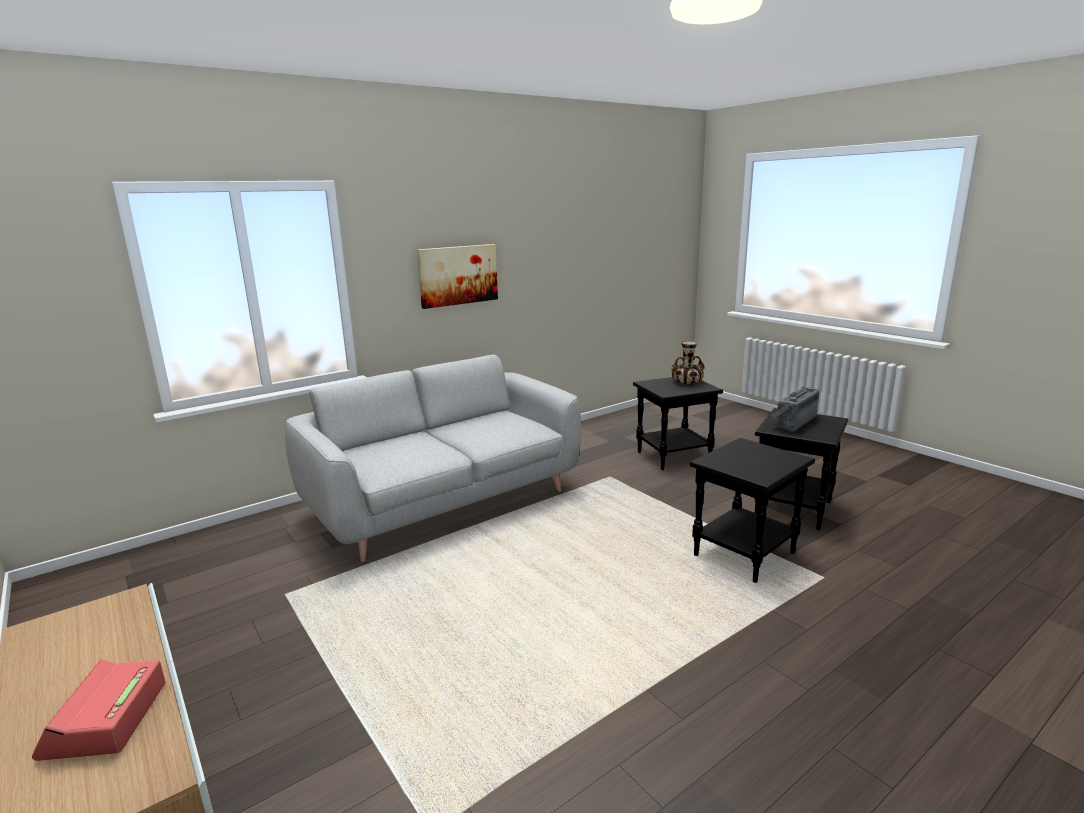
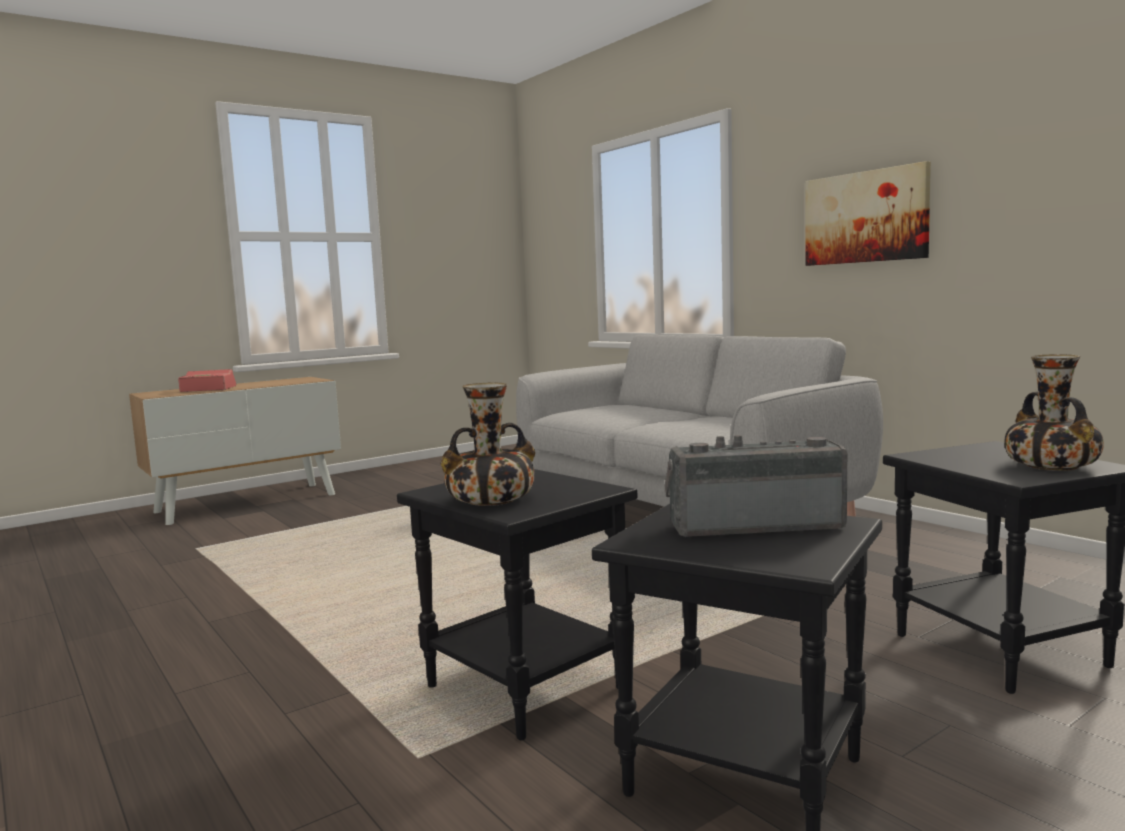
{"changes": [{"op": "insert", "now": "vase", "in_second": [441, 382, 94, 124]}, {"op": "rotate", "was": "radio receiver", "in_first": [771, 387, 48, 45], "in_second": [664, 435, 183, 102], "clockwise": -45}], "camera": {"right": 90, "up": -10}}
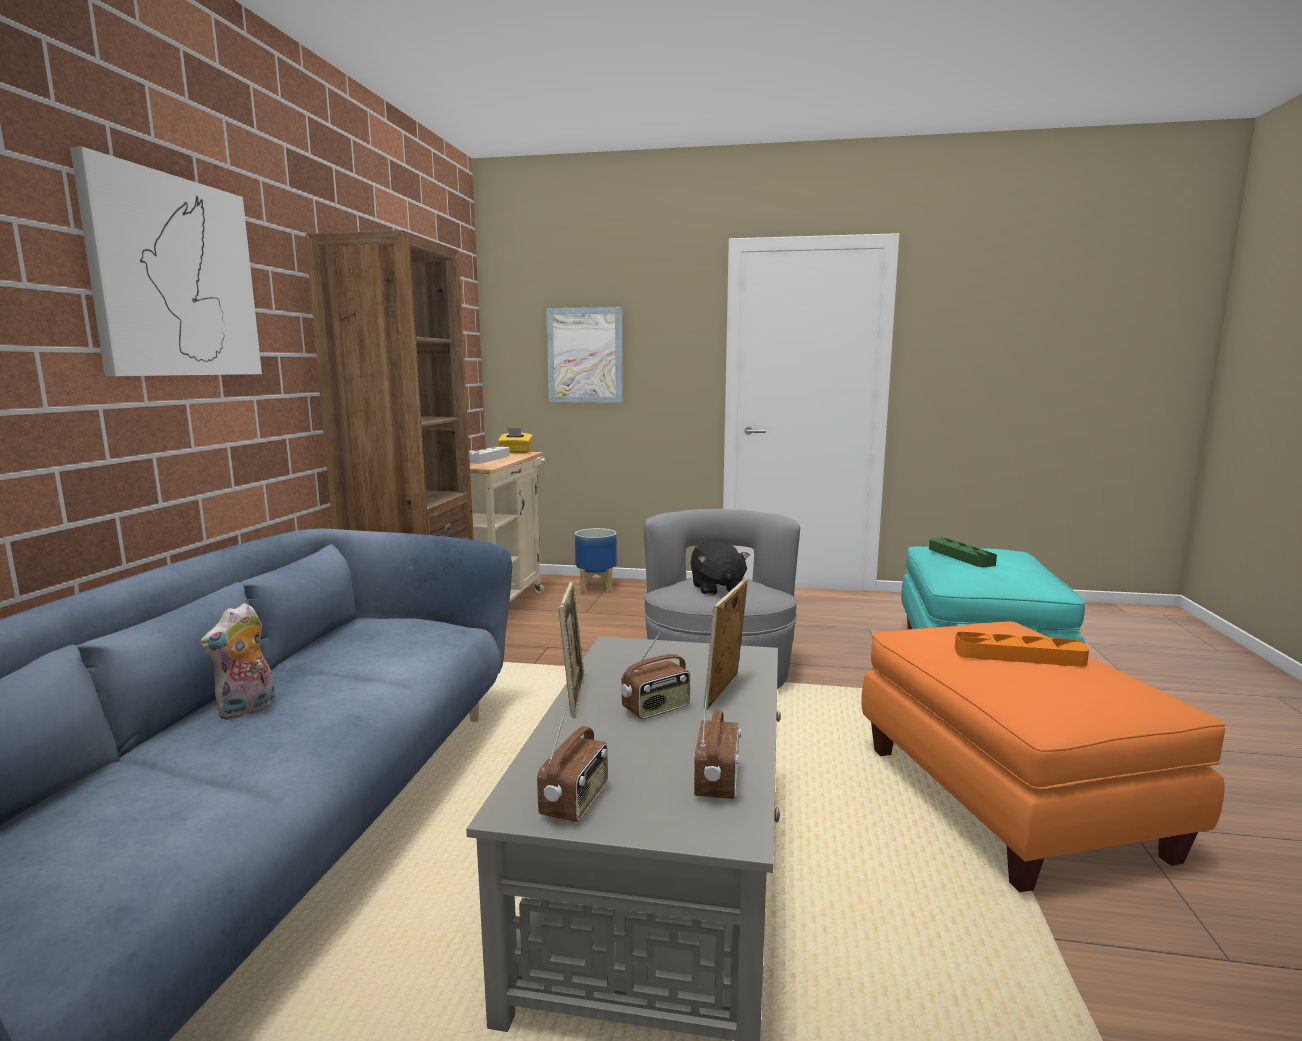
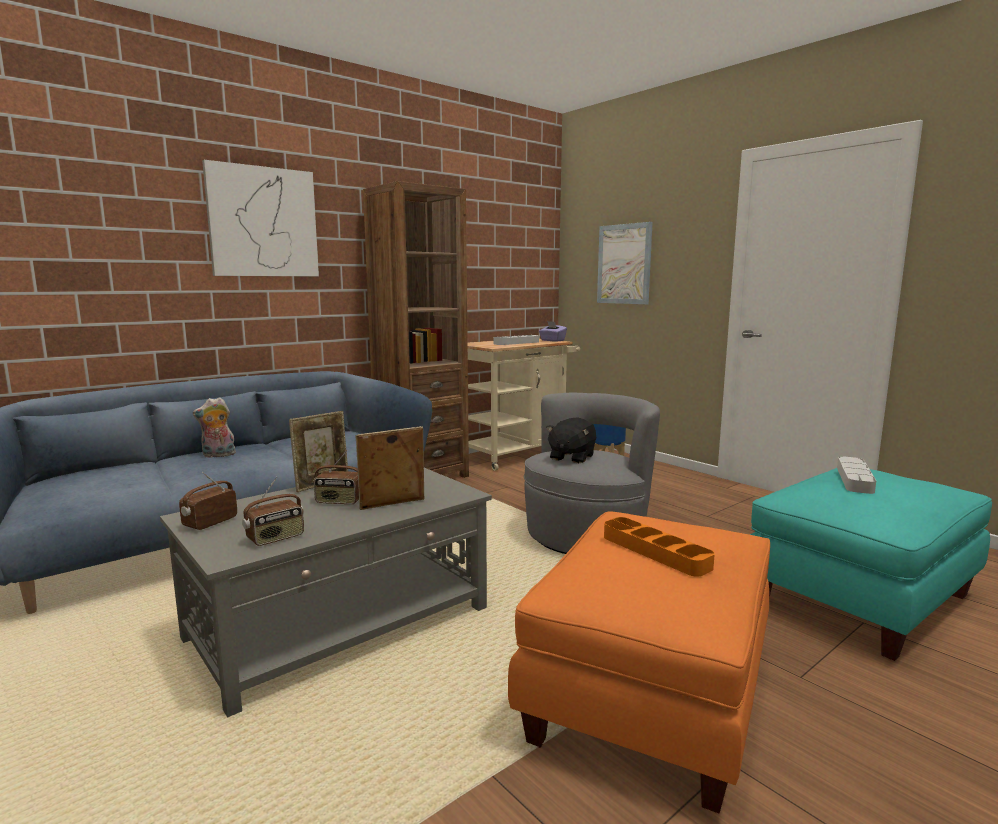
{"changes": [{"op": "recolor", "was": "yellow-coloured tissue box", "now": "purple tissue box", "in_first": [498, 428, 35, 25], "in_second": [539, 321, 28, 21]}, {"op": "recolor", "was": "greenish carrying tray", "now": "greyish carrying tray", "in_first": [929, 538, 68, 29], "in_second": [837, 456, 39, 38]}, {"op": "rotate", "was": "radio receiver", "in_first": [537, 706, 71, 116], "in_second": [179, 472, 58, 58], "clockwise": 150}], "camera": {"right": 40, "up": 0}}
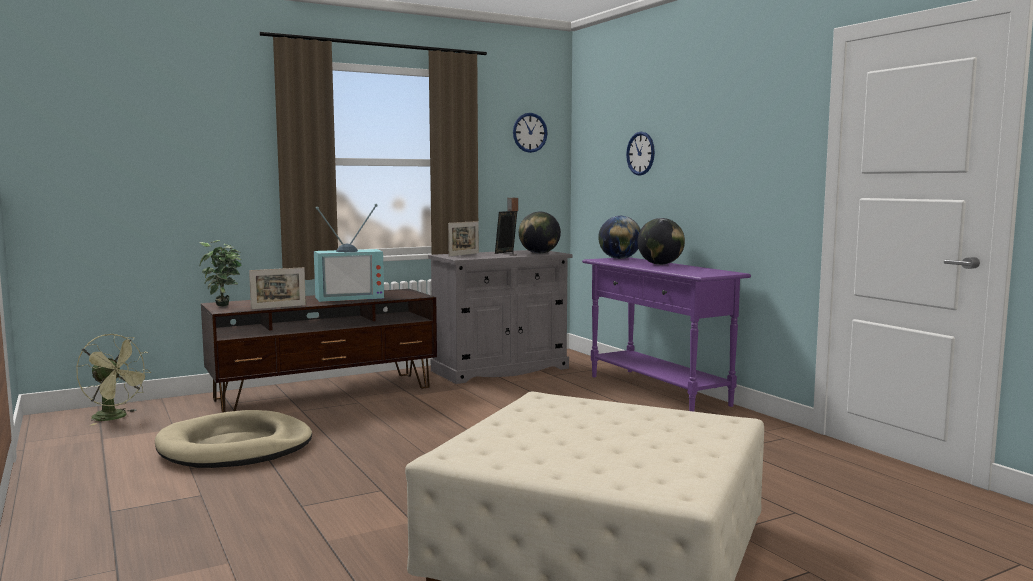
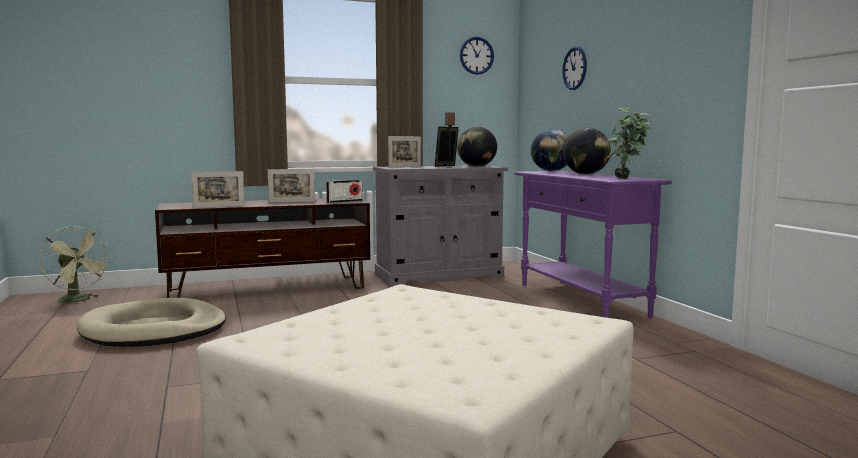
{"changes": [{"op": "insert", "now": "radio receiver", "in_second": [326, 180, 37, 23]}, {"op": "move", "was": "houseplant", "in_first": [199, 240, 43, 66], "in_second": [607, 108, 43, 71]}, {"op": "replace", "was": "TV set", "now": "photo frame", "in_first": [314, 204, 70, 98], "in_second": [268, 169, 47, 33]}], "camera": {"right": 10, "up": 0}}
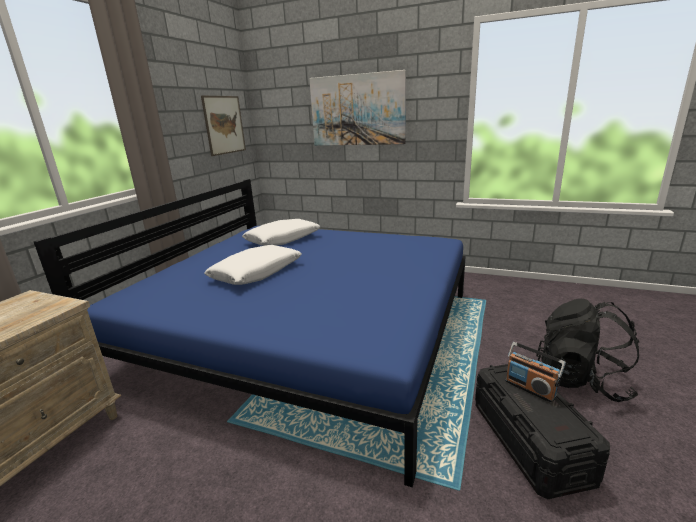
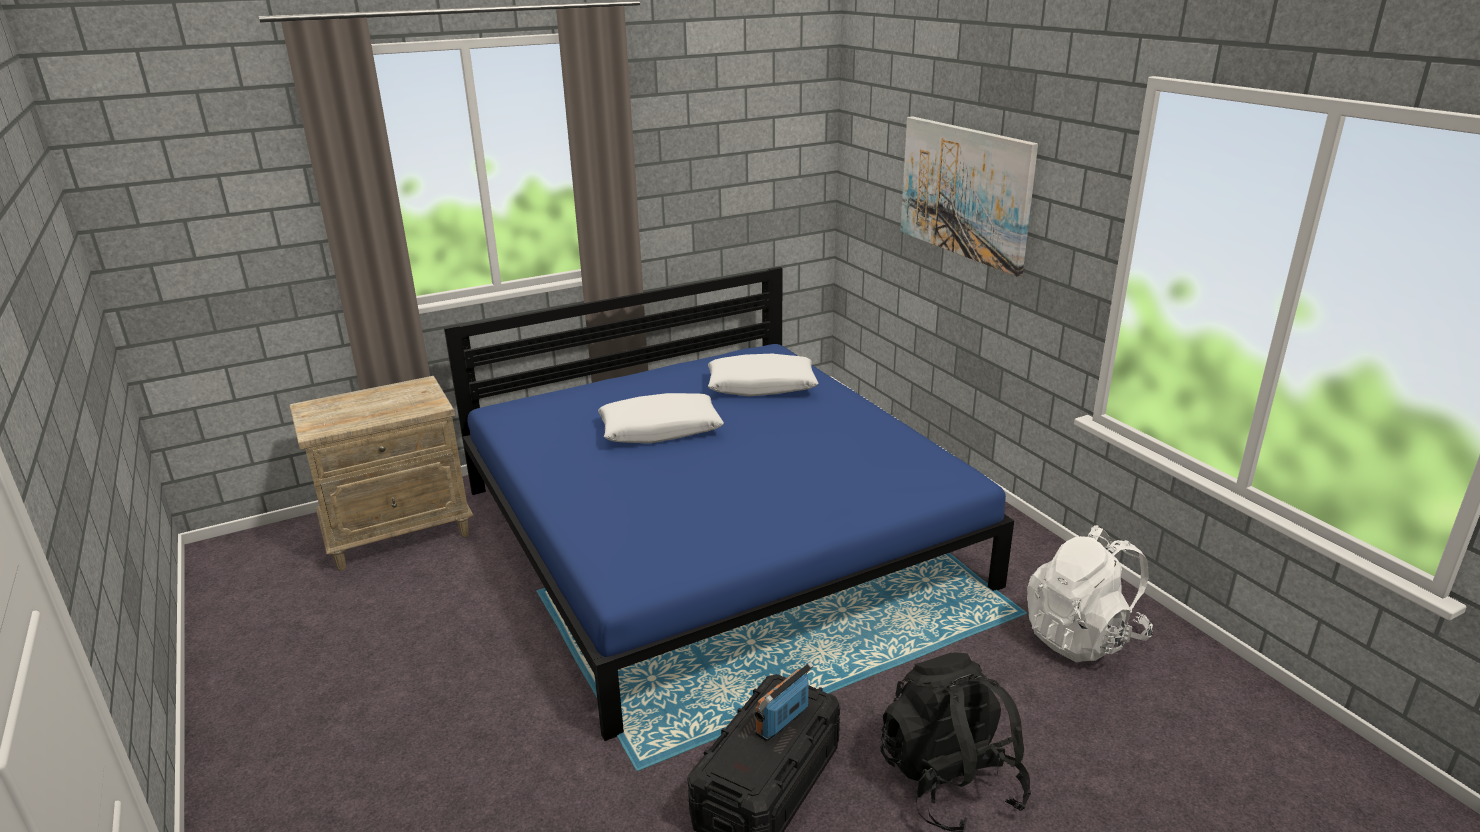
{"changes": [{"op": "delete", "was": "wall art", "in_first": [201, 95, 45, 61]}, {"op": "insert", "now": "white-coloured knapsack", "in_second": [1027, 525, 126, 137]}, {"op": "rotate", "was": "radio receiver", "in_first": [505, 342, 61, 61], "in_second": [755, 662, 59, 80], "clockwise": 45}], "camera": {"right": 40, "up": 5}}
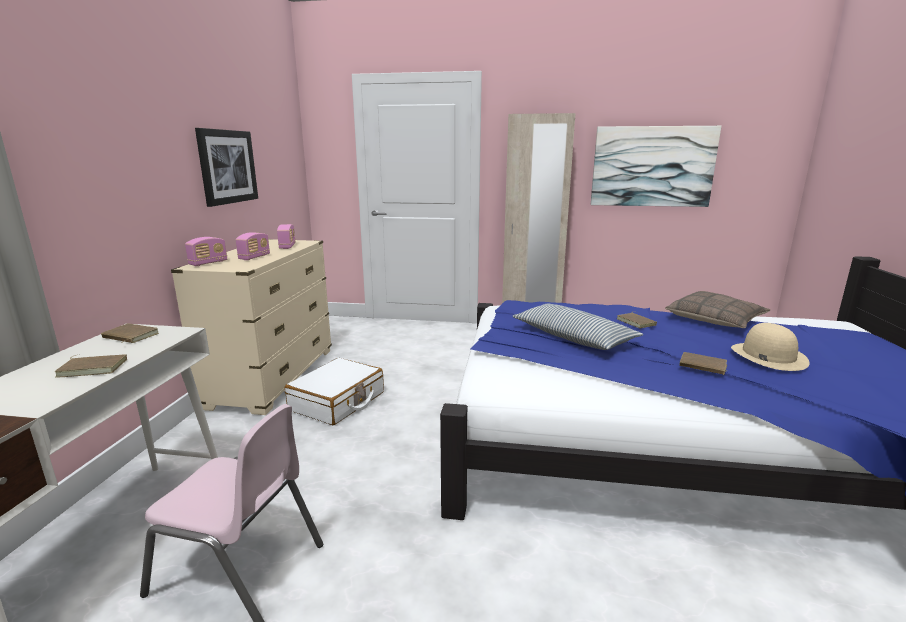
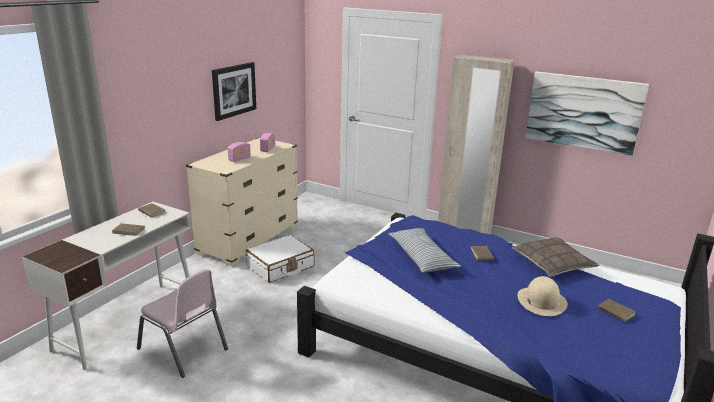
{"changes": [{"op": "delete", "was": "radio receiver", "in_first": [185, 237, 42, 29]}, {"op": "move", "was": "brown book", "in_first": [679, 352, 48, 23], "in_second": [598, 299, 37, 23]}], "camera": {"right": 20, "up": 5}}
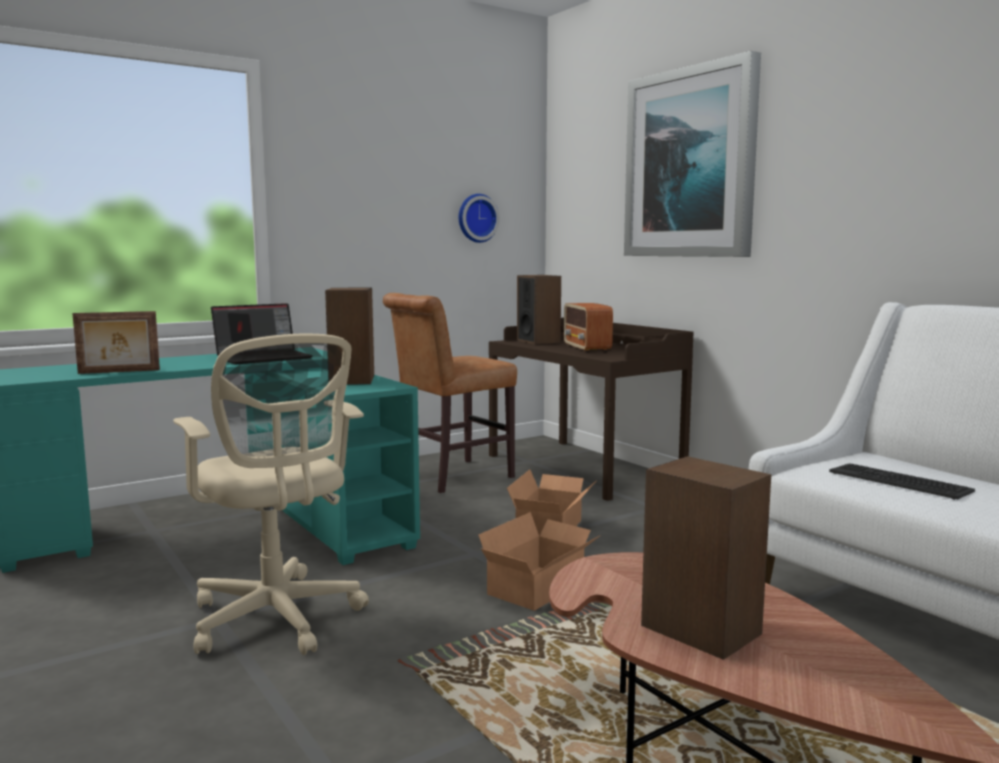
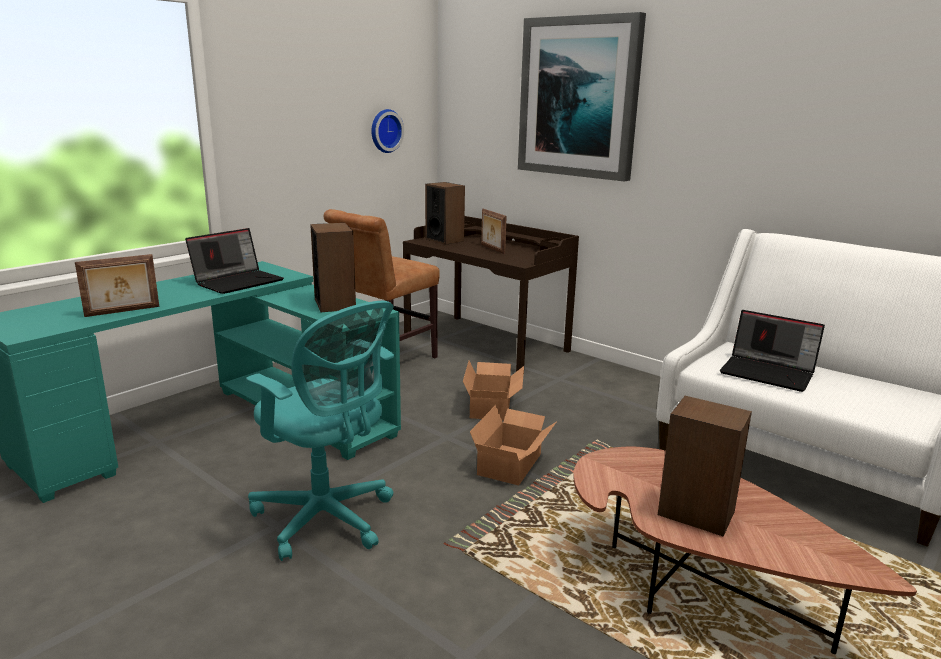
{"changes": [{"op": "replace", "was": "radio receiver", "now": "photo frame", "in_first": [564, 303, 49, 49], "in_second": [481, 208, 26, 46]}, {"op": "replace", "was": "computer keyboard", "now": "portable computer", "in_first": [829, 463, 146, 37], "in_second": [720, 310, 105, 82]}, {"op": "recolor", "was": "beige-coloured desk chair", "now": "turquoise desk chair", "in_first": [173, 334, 196, 321], "in_second": [246, 301, 148, 260]}], "camera": {"right": -15, "up": 10}}
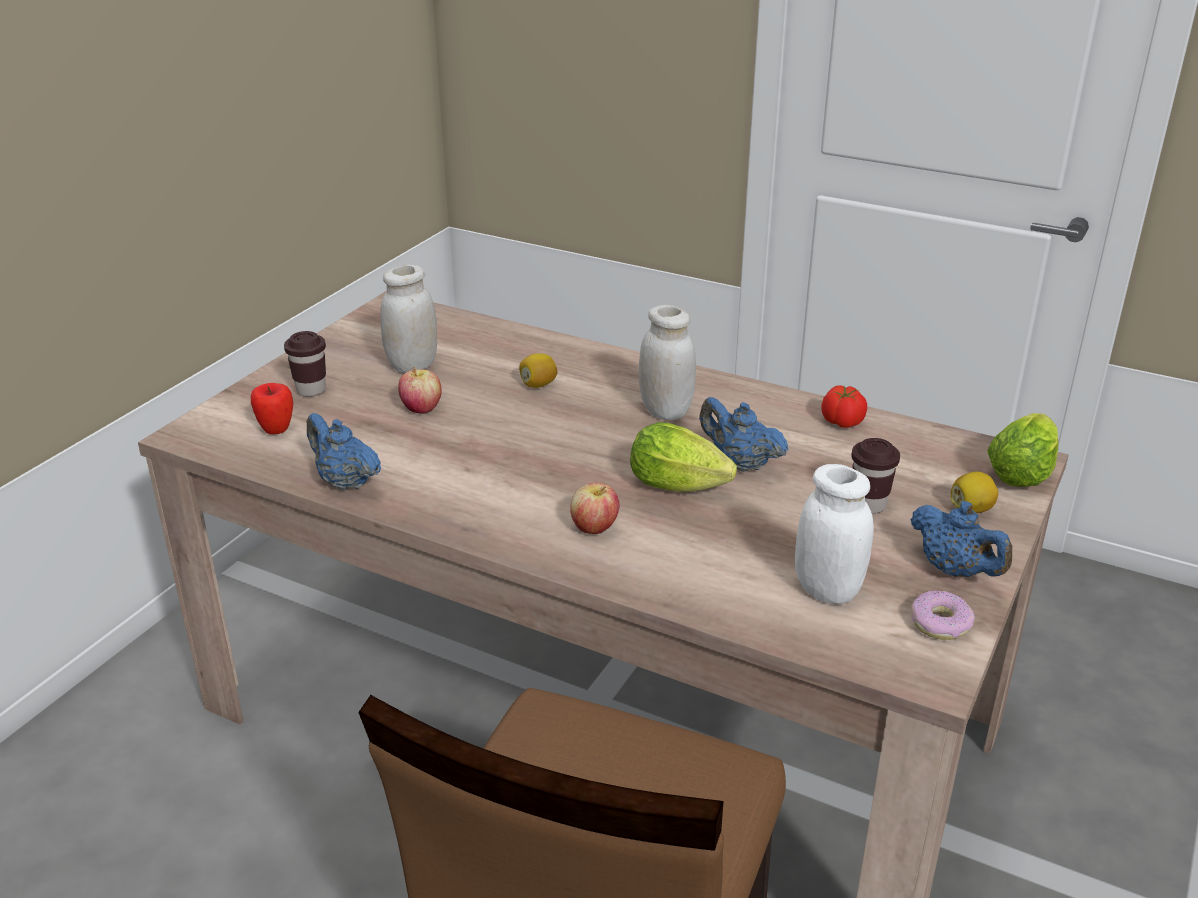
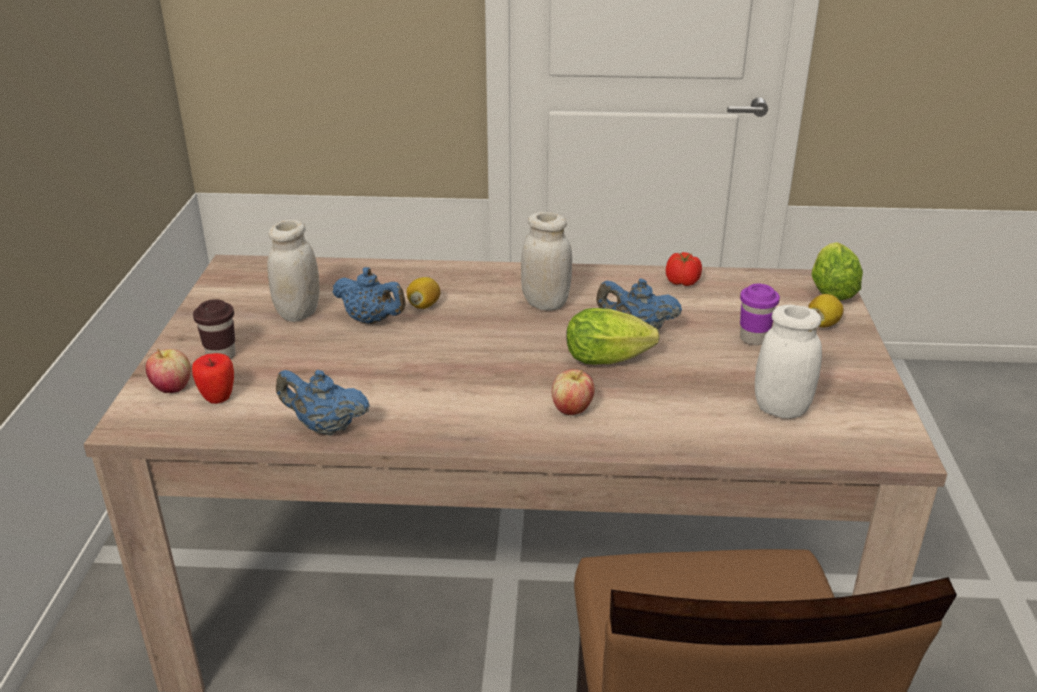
{"changes": [{"op": "delete", "was": "doughnut", "in_first": [911, 591, 64, 49]}, {"op": "move", "was": "apple", "in_first": [398, 367, 44, 47], "in_second": [146, 349, 45, 44]}, {"op": "move", "was": "blue teapot", "in_first": [910, 501, 102, 76], "in_second": [332, 267, 74, 57]}, {"op": "recolor", "was": "brown cup", "now": "purple cup", "in_first": [851, 438, 49, 76], "in_second": [740, 284, 40, 61]}], "camera": {"right": -25, "up": 0}}
